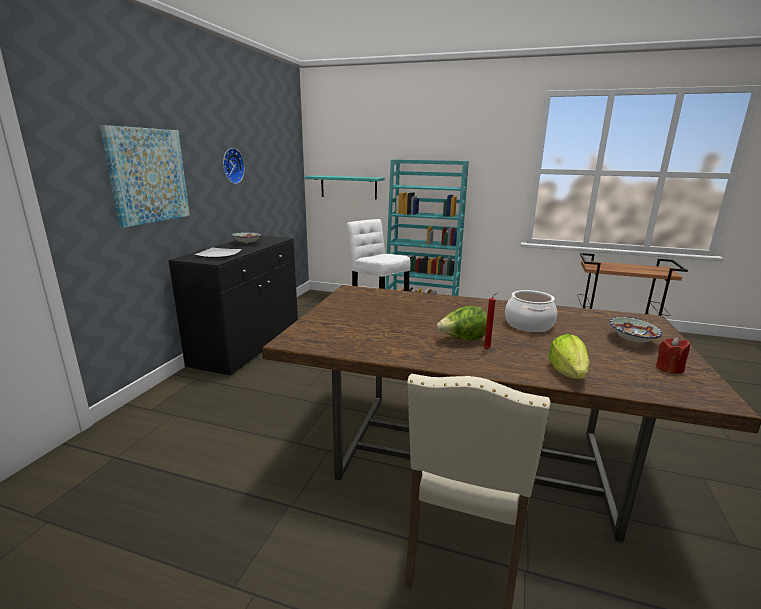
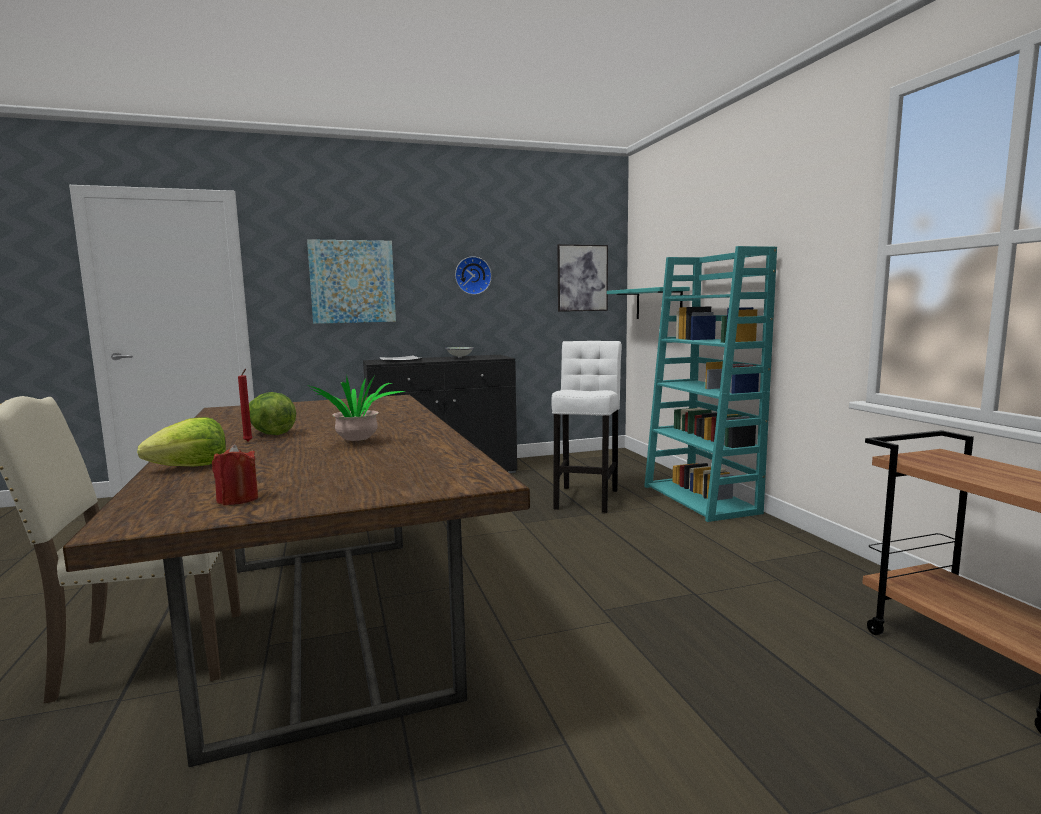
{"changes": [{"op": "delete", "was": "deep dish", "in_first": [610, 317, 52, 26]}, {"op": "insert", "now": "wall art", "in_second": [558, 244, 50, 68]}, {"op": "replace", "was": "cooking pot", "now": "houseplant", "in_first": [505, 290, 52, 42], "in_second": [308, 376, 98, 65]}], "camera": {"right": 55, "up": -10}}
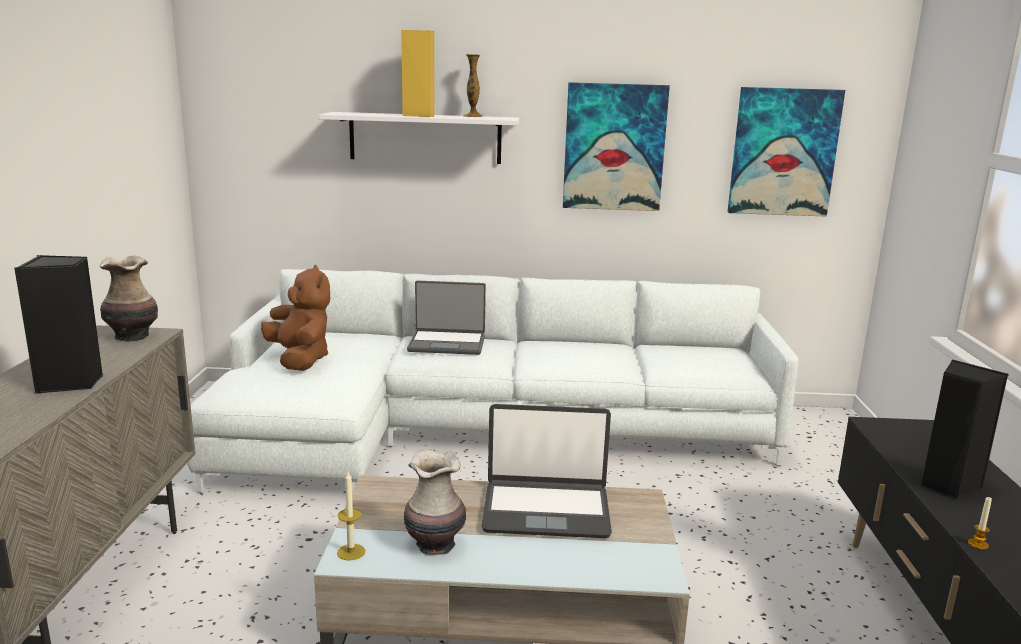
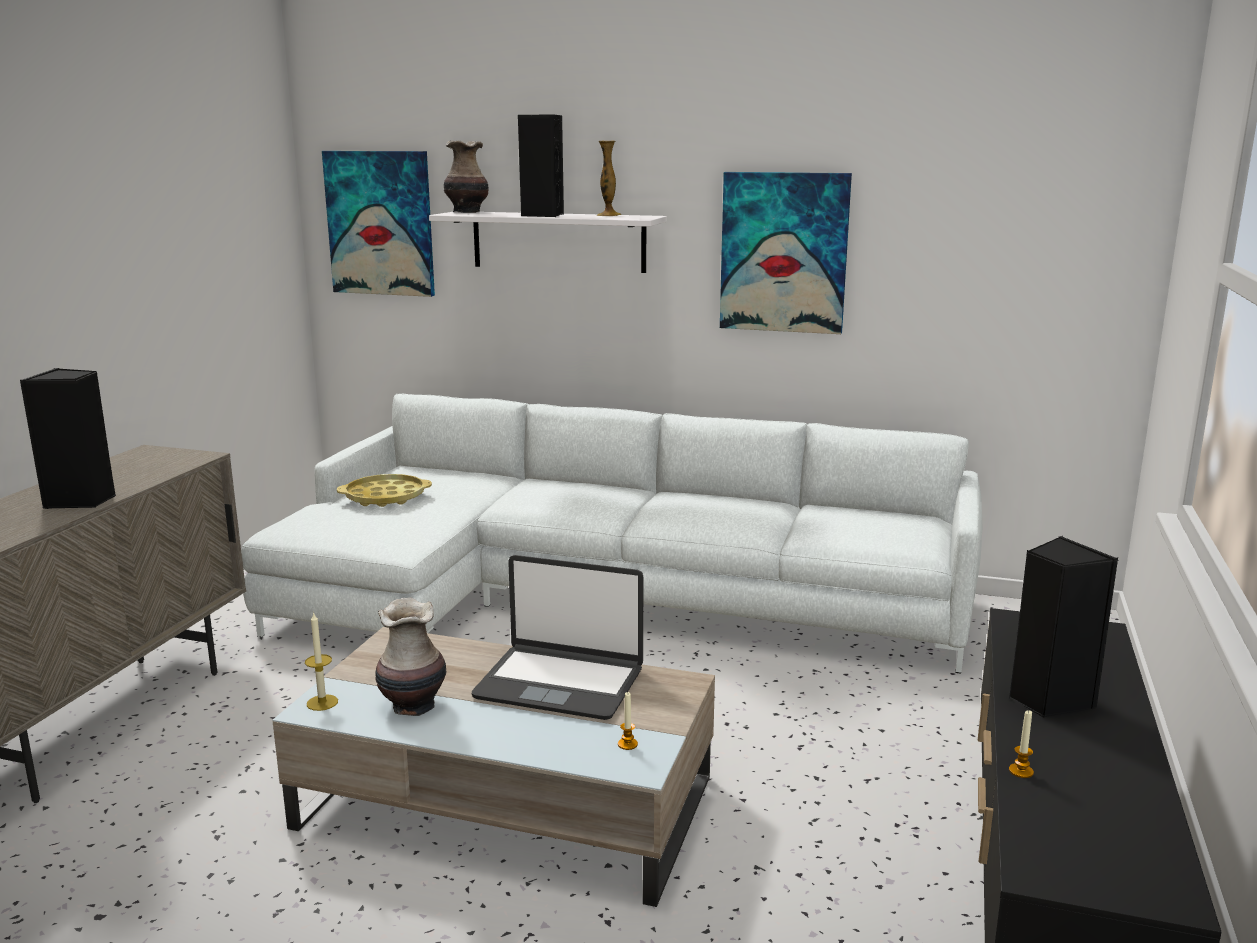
{"changes": [{"op": "delete", "was": "portable computer", "in_first": [407, 281, 79, 74]}, {"op": "insert", "now": "candle", "in_second": [618, 692, 20, 58]}, {"op": "move", "was": "vase", "in_first": [99, 255, 59, 87], "in_second": [444, 141, 45, 72]}, {"op": "move", "was": "wall art", "in_first": [727, 87, 118, 130], "in_second": [322, 151, 113, 146]}, {"op": "replace", "was": "brown cuddly toy", "now": "yellow-coloured carrying tray", "in_first": [261, 265, 69, 106], "in_second": [337, 474, 95, 33]}, {"op": "recolor", "was": "yellow-coloured loudspeaker", "now": "black-coloured loudspeaker", "in_first": [401, 30, 33, 87], "in_second": [518, 114, 46, 103]}], "camera": {"right": 15, "up": 0}}
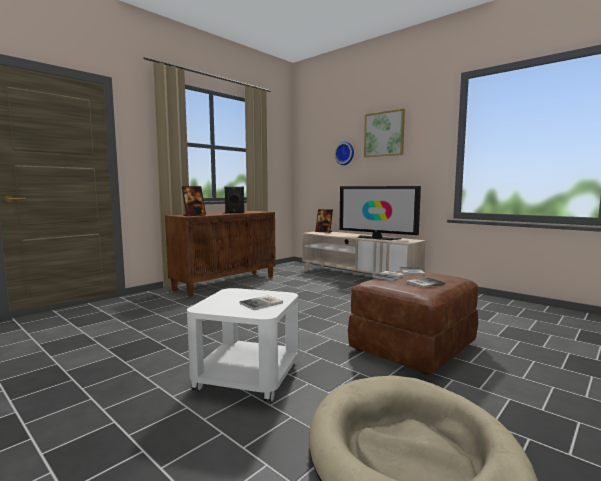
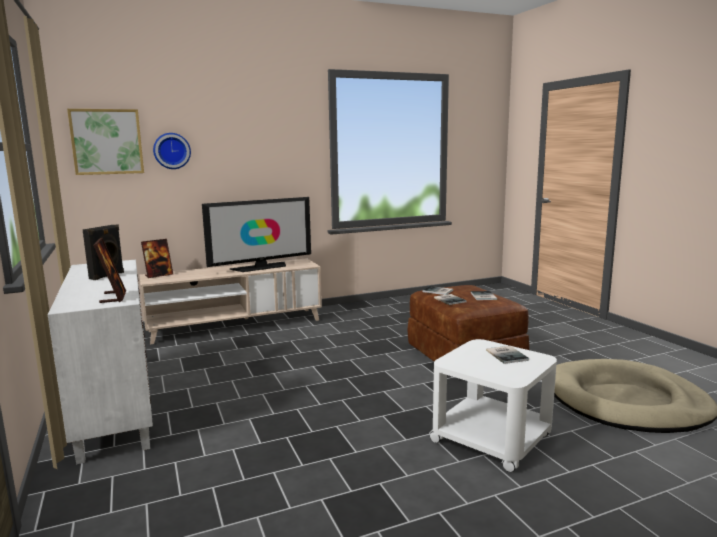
{"changes": [{"op": "move", "was": "wall art", "in_first": [364, 109, 41, 48], "in_second": [67, 109, 77, 66]}, {"op": "recolor", "was": "brown storage cabinet", "now": "white-coloured storage cabinet", "in_first": [165, 211, 111, 86], "in_second": [48, 260, 105, 204]}], "camera": {"right": -65, "up": 5}}
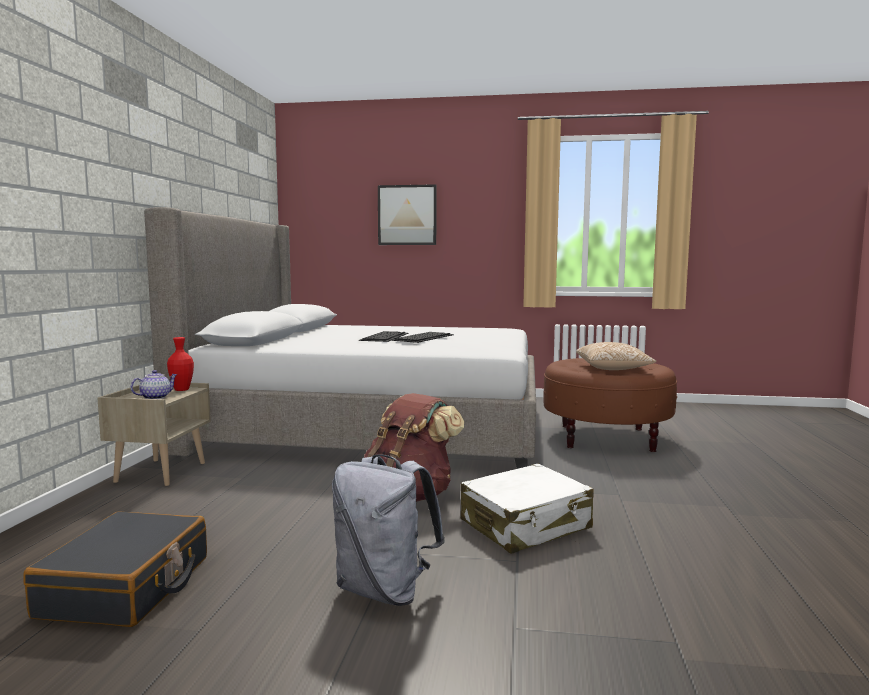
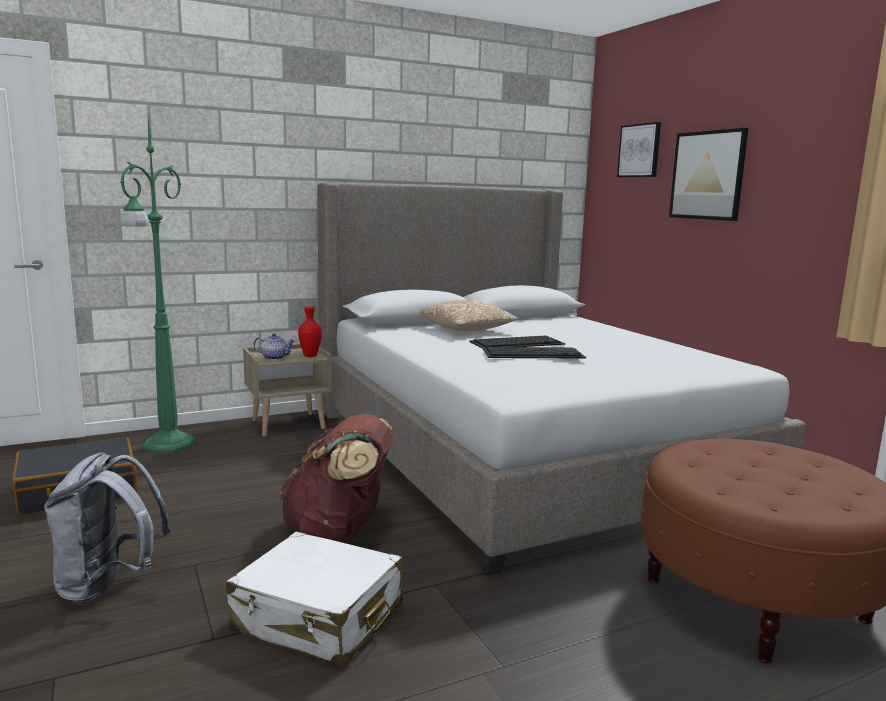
{"changes": [{"op": "insert", "now": "greenish floor lamp", "in_second": [120, 117, 76, 336]}, {"op": "insert", "now": "wall art", "in_second": [617, 122, 44, 55]}, {"op": "move", "was": "pillow", "in_first": [576, 342, 81, 28], "in_second": [420, 299, 99, 32]}], "camera": {"right": 55, "up": 5}}
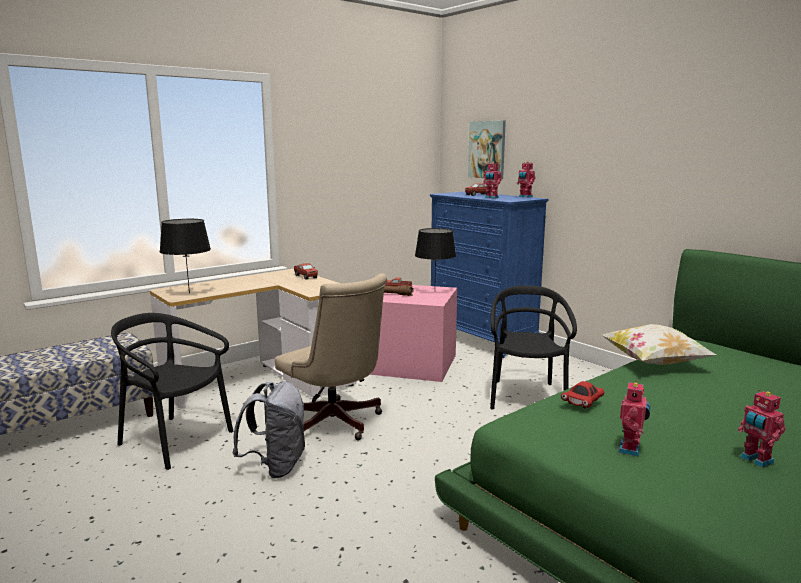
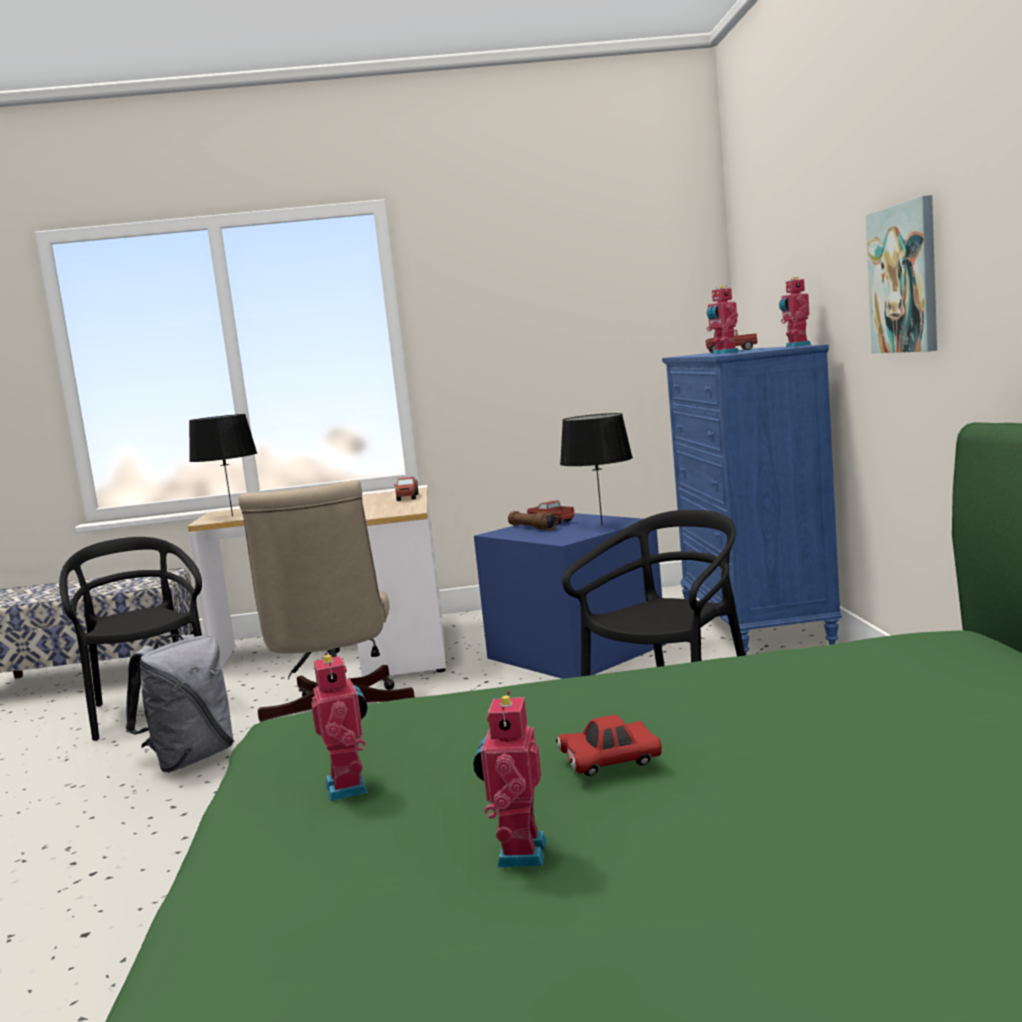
{"changes": [{"op": "delete", "was": "pillow", "in_first": [602, 324, 114, 41]}, {"op": "move", "was": "wall art", "in_first": [468, 120, 38, 59], "in_second": [866, 195, 71, 158]}, {"op": "move", "was": "red-coloured toy car", "in_first": [561, 381, 43, 27], "in_second": [556, 715, 106, 61]}, {"op": "recolor", "was": "pink-coloured storage container", "now": "blue storage container", "in_first": [369, 285, 88, 97], "in_second": [474, 513, 192, 166]}, {"op": "rotate", "was": "toy robot", "in_first": [618, 381, 33, 75], "in_second": [311, 653, 57, 148], "clockwise": -75}], "camera": {"right": 35, "up": -5}}
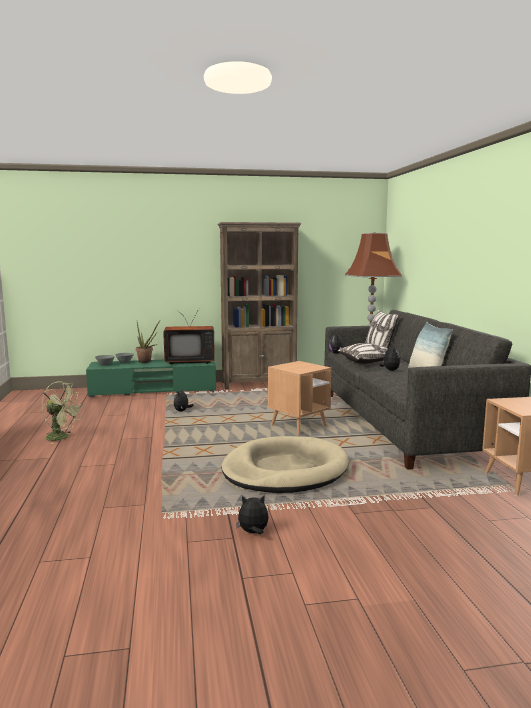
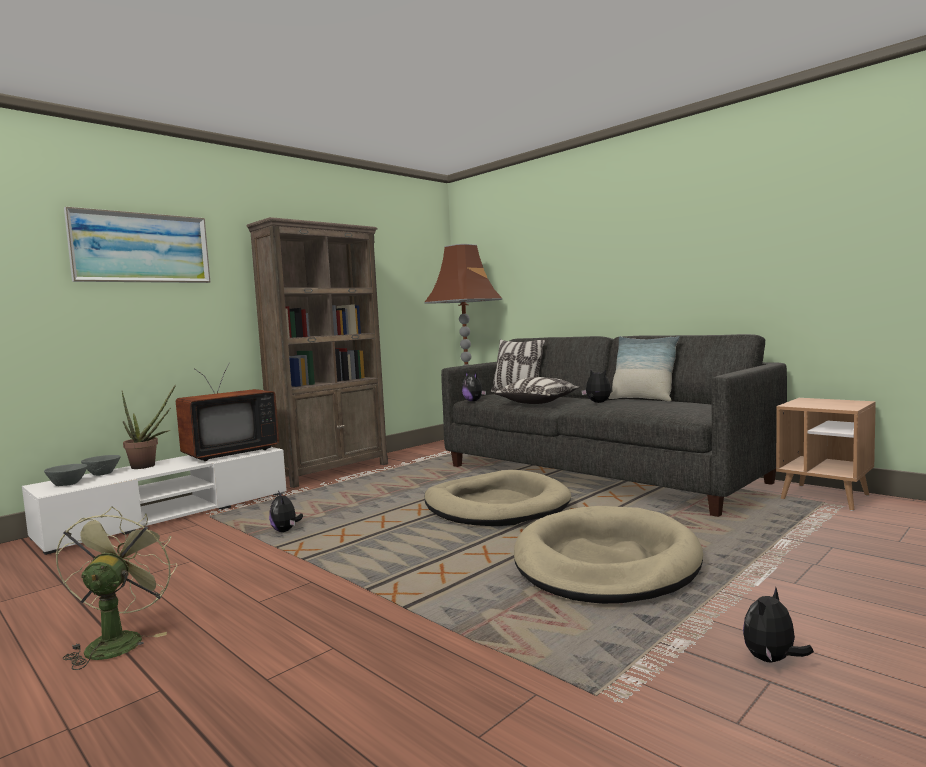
{"changes": [{"op": "insert", "now": "wall art", "in_second": [64, 207, 146, 76]}, {"op": "replace", "was": "brown accent table", "now": "beige-coloured dog cushion", "in_first": [268, 361, 63, 74], "in_second": [424, 470, 147, 56]}, {"op": "recolor", "was": "greenish tv stand", "now": "white-coloured tv stand", "in_first": [86, 360, 130, 37], "in_second": [22, 447, 265, 108]}, {"op": "rotate", "was": "greenish fan", "in_first": [42, 382, 39, 62], "in_second": [55, 506, 122, 164], "clockwise": -75}], "camera": {"right": -35, "up": -5}}
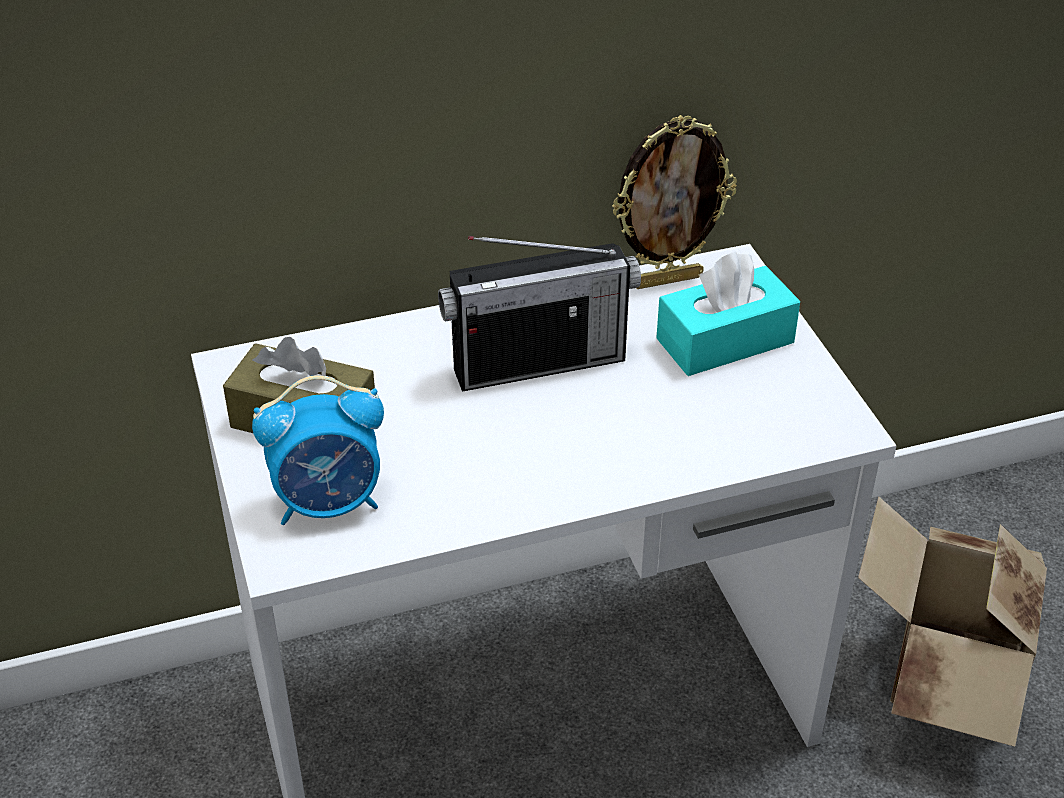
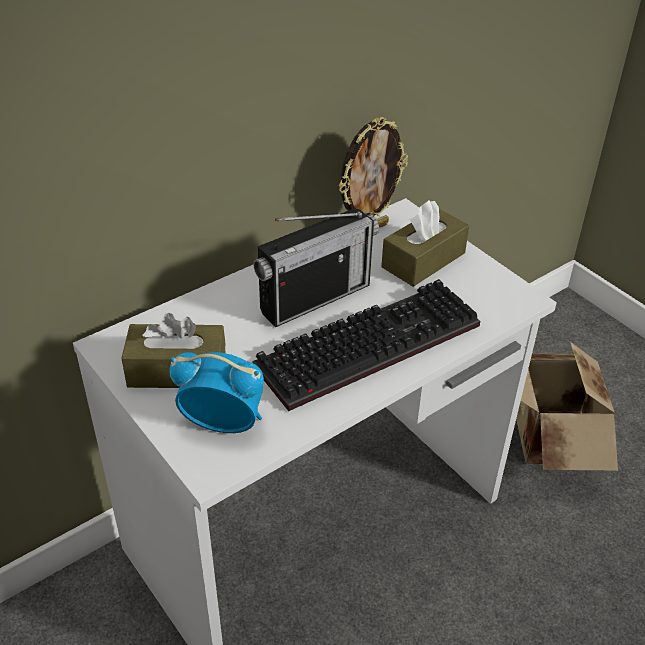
{"changes": [{"op": "insert", "now": "computer keyboard", "in_second": [252, 279, 228, 132]}, {"op": "recolor", "was": "turquoise tissue box", "now": "brown tissue box", "in_first": [657, 251, 143, 125], "in_second": [381, 200, 88, 87]}, {"op": "rotate", "was": "table clock", "in_first": [252, 375, 132, 150], "in_second": [169, 352, 95, 81], "clockwise": -135}], "camera": {"right": -20, "up": 0}}
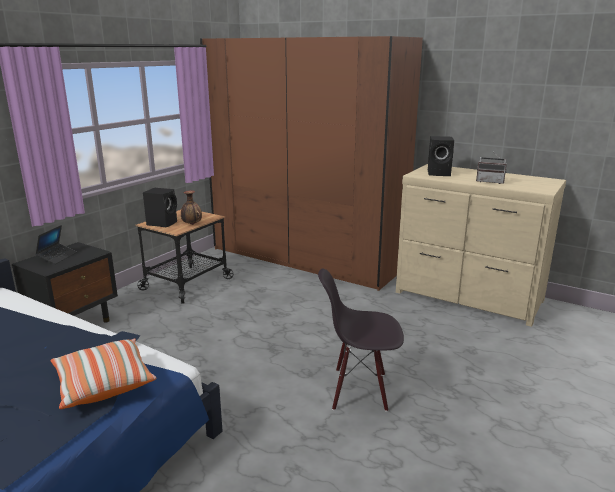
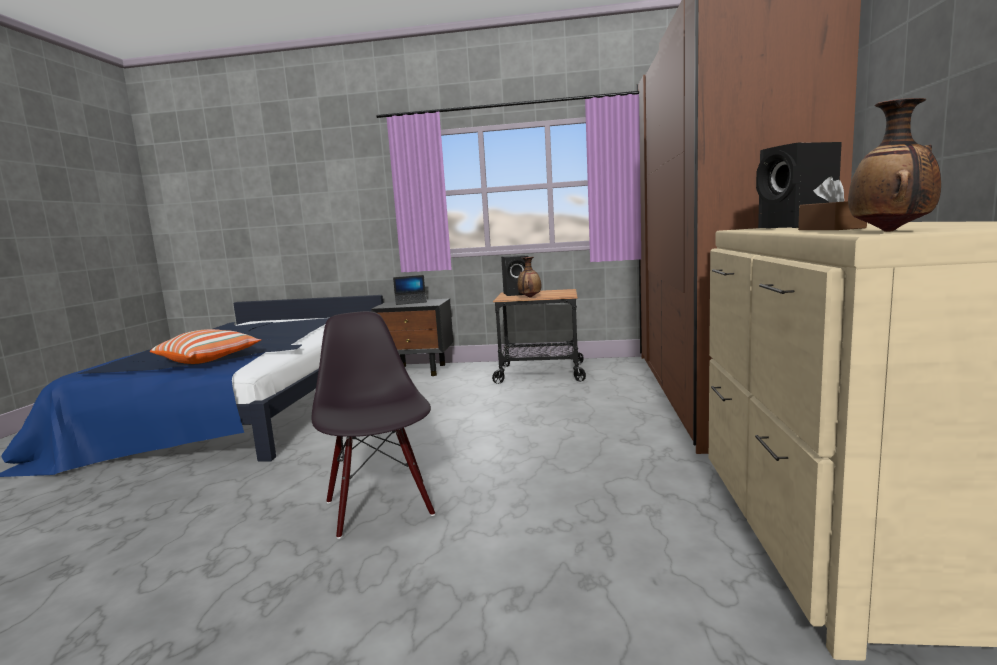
{"changes": [{"op": "insert", "now": "vase", "in_second": [848, 98, 93, 134]}, {"op": "replace", "was": "radio receiver", "now": "brown tissue box", "in_first": [476, 150, 31, 34], "in_second": [798, 177, 69, 53]}], "camera": {"right": 65, "up": -10}}
